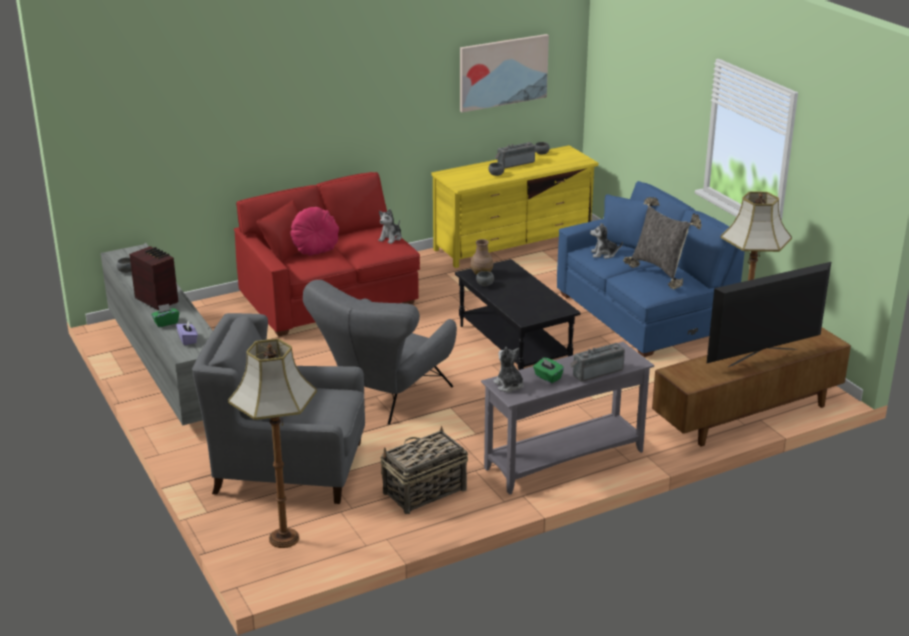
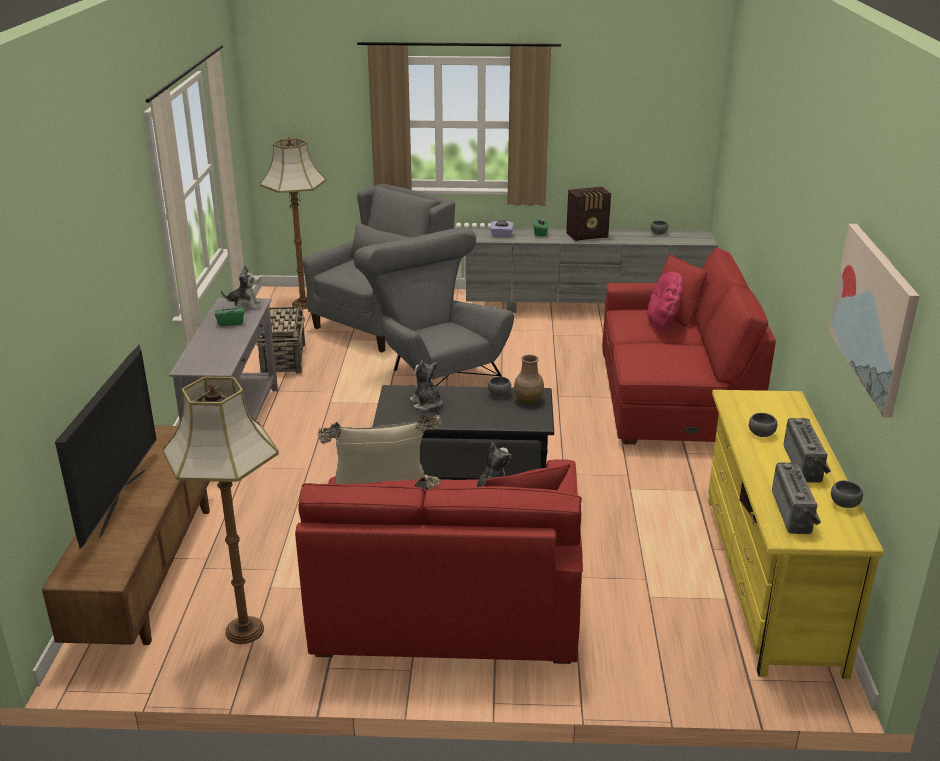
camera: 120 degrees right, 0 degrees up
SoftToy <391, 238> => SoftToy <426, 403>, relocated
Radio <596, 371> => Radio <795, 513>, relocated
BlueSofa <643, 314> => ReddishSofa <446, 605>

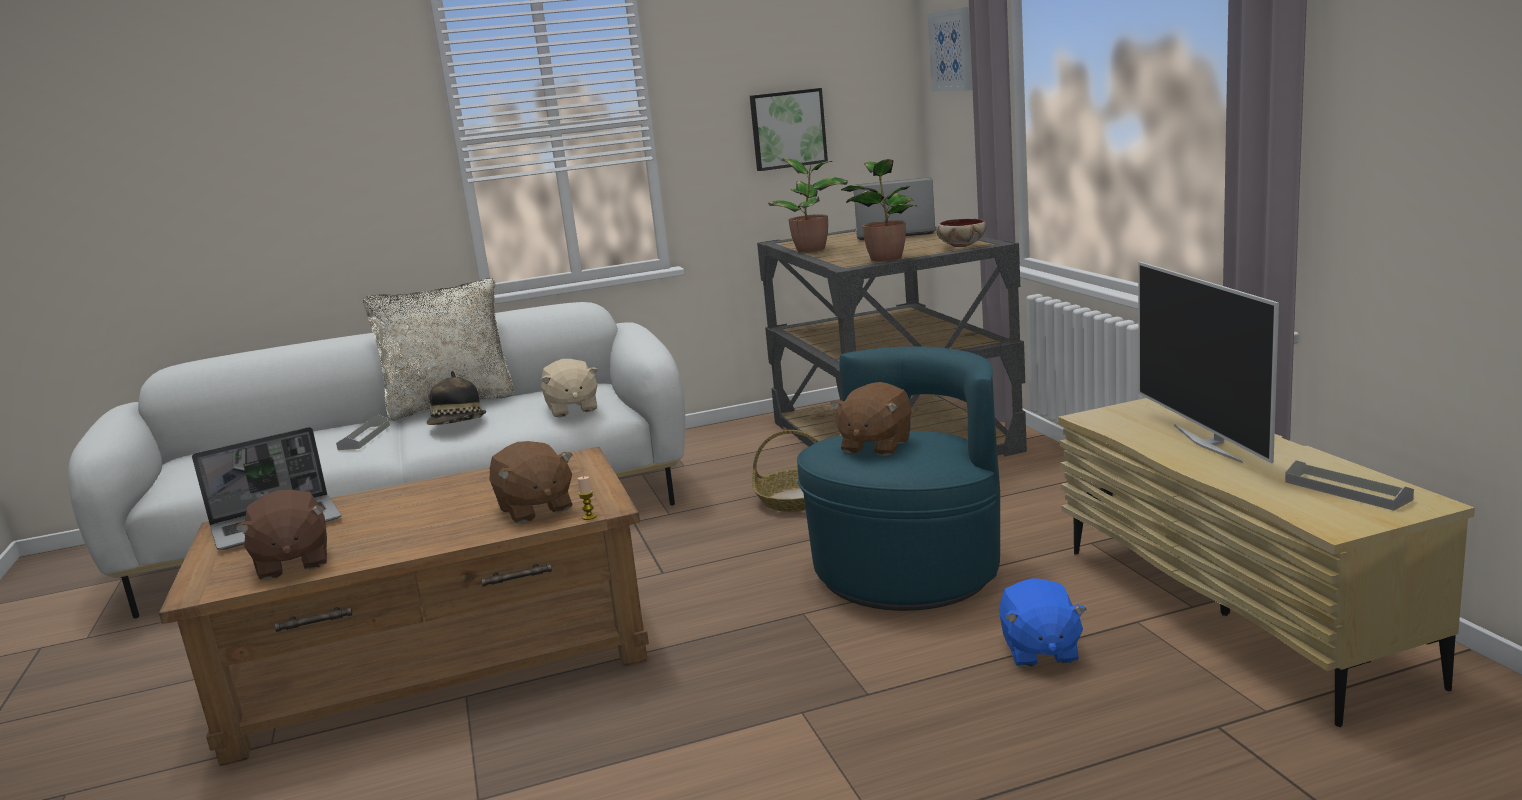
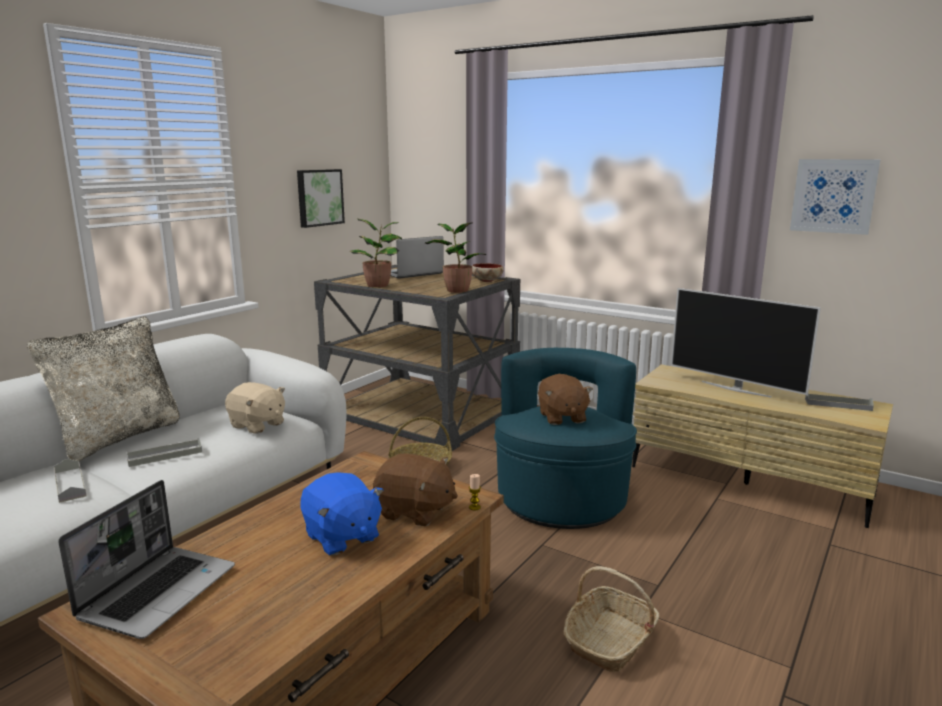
camera: 40 degrees left, 0 degrees up
BrownishSoftToy <292, 563> => nothing
nothing => HouseholdBasket <610, 641>
WallPicture <952, 50> => WallPicture <833, 196>, relocated
BlueSoftToy <1039, 651> => BlueSoftToy <341, 537>, relocated
WearableHat <458, 425> => GreyishServingTray <165, 455>

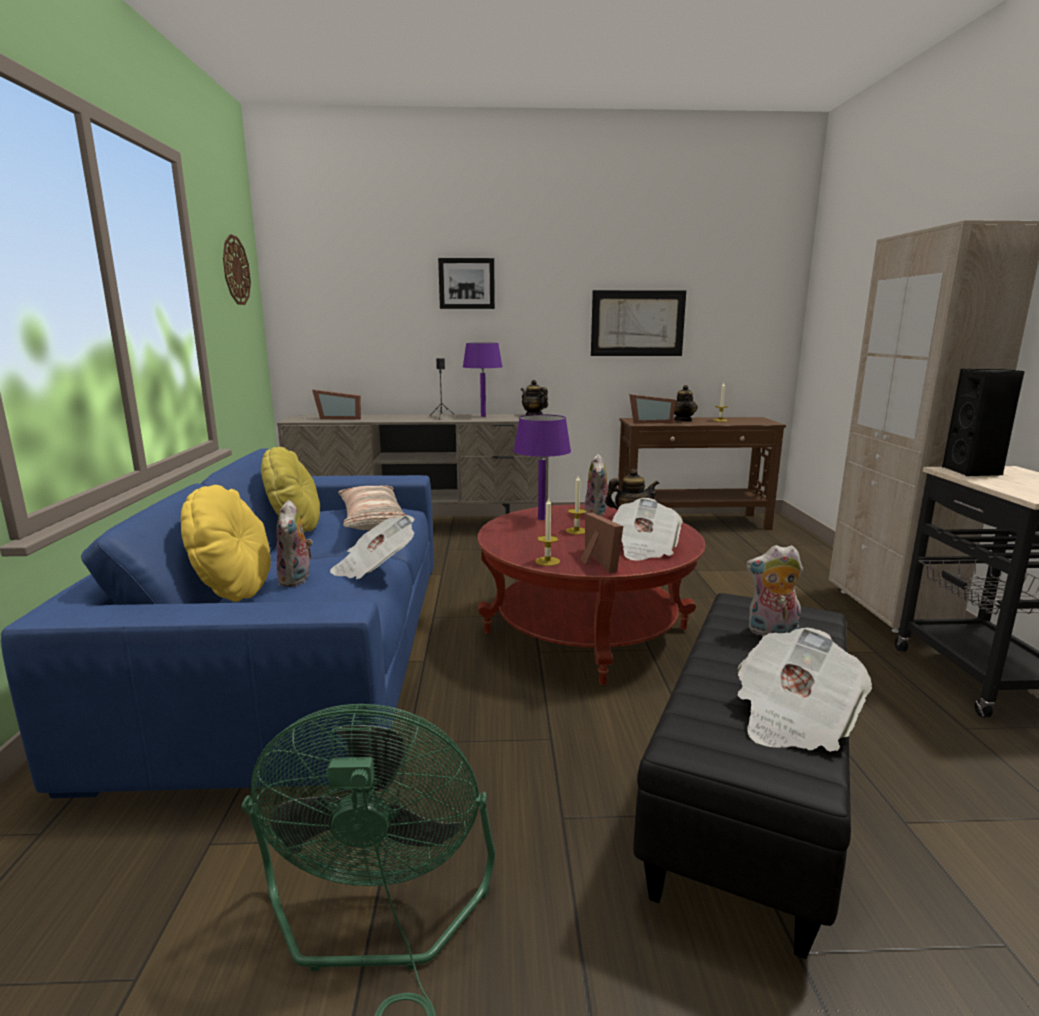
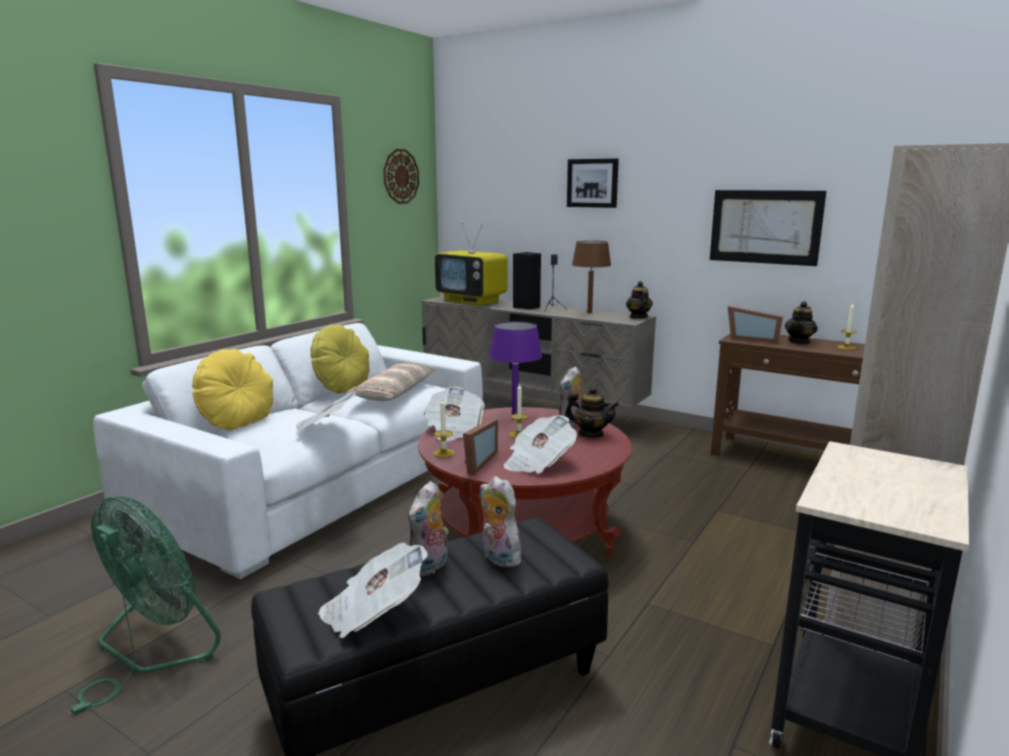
camera: 35 degrees right, 0 degrees up
nothing => PrintedPaper <454, 430>
SoftToy <297, 580> => SoftToy <430, 567>, relocated
BlackSpeaker <973, 472> => BlackSpeaker <527, 307>, relocated
PhotoFrame <339, 418> => Television <472, 301>
BlueSofa <299, 650> => WhiteColouredSofa <319, 480>
PurplishTabletopLamp <483, 416> => BrownishTabletopLamp <589, 312>

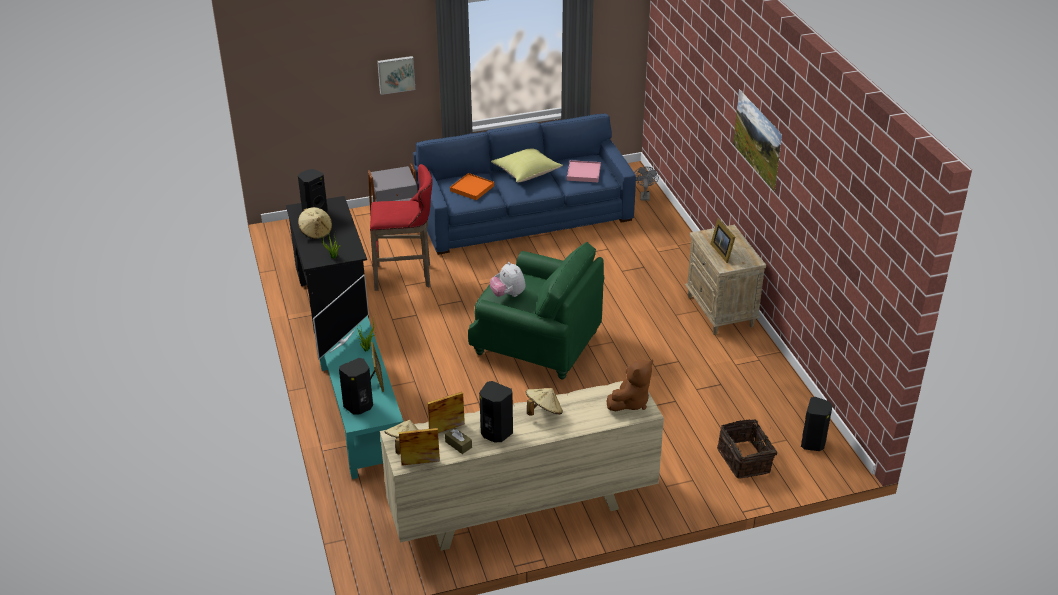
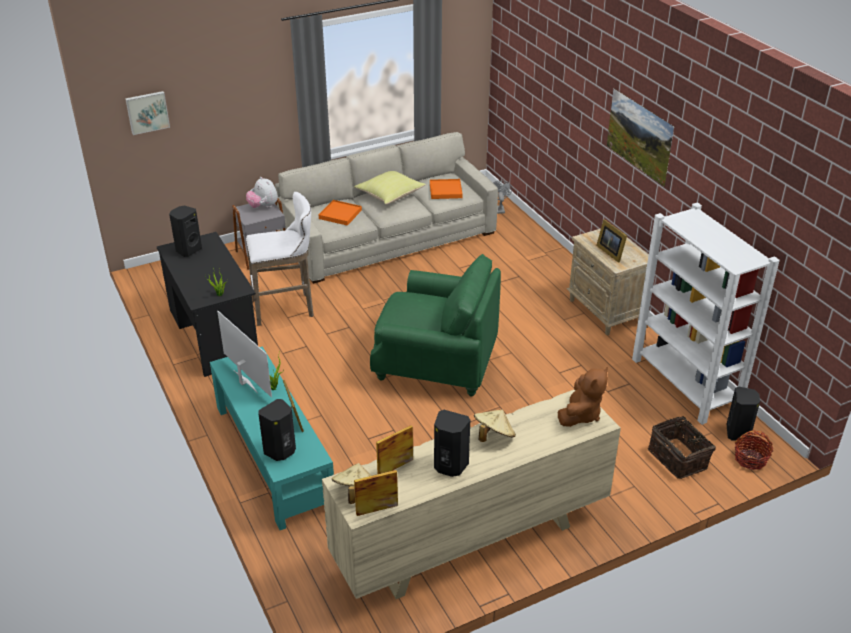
camera: 10 degrees left, 0 degrees up
SandColouredWearableHat <316, 232> => nothing
BrownishTissueHolder <458, 444> => nothing
nothing => WhiteColouredBookcase <685, 383>
nothing => HouseholdBasket <750, 459>
WallPicture <396, 74> => WallPicture <147, 112>, relocated
SoftToy <508, 294> => SoftToy <263, 206>, relocated
ReddishStoolSeat <406, 276> => WhiteColouredStoolSeat <286, 308>
BlueSofa <524, 214> => SandColouredSofa <388, 237>
PinkColouredServingTray <583, 173> => OrangeyServingTray <445, 191>
Television <341, 341> => Television <244, 382>, 60 degrees counterclockwise

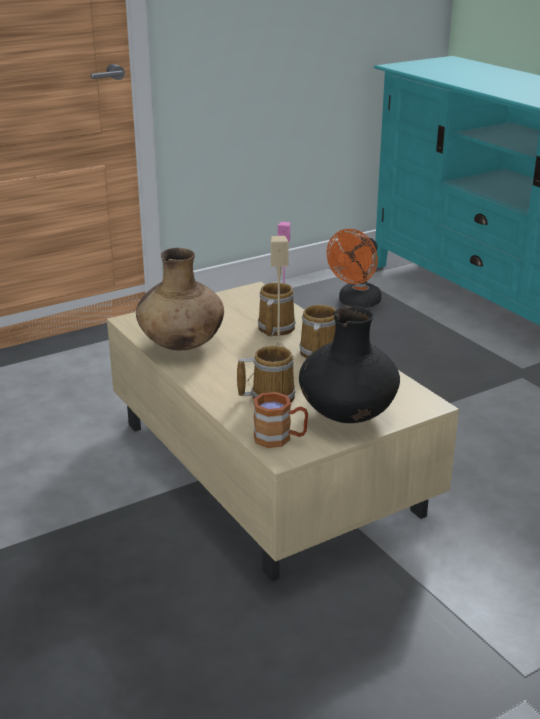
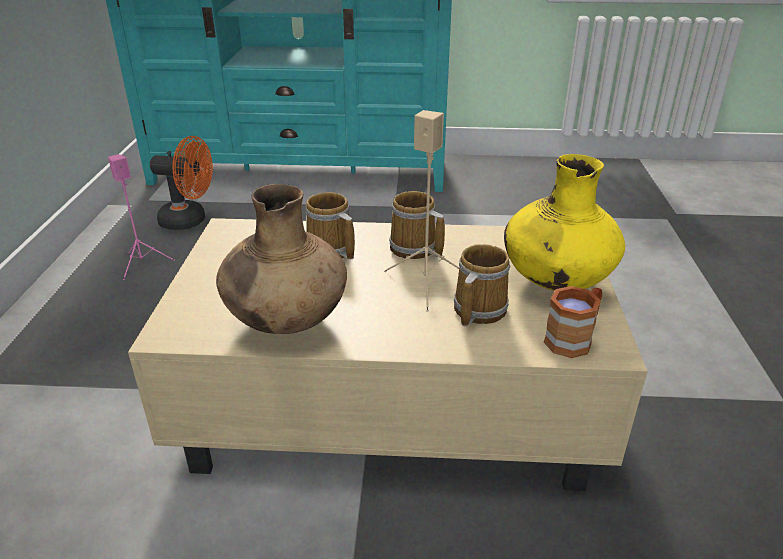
camera: 55 degrees left, 5 degrees up
BlackVase <347, 415> => YellowVase <555, 282>
OrangeyElectricFan <356, 303> => OrangeyElectricFan <190, 221>, 60 degrees counterclockwise

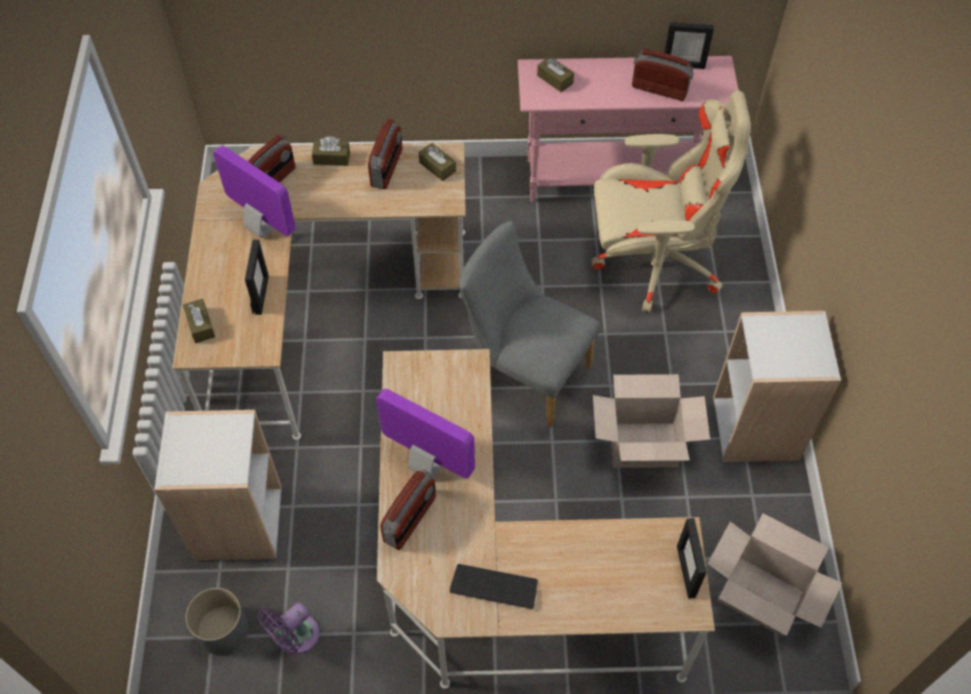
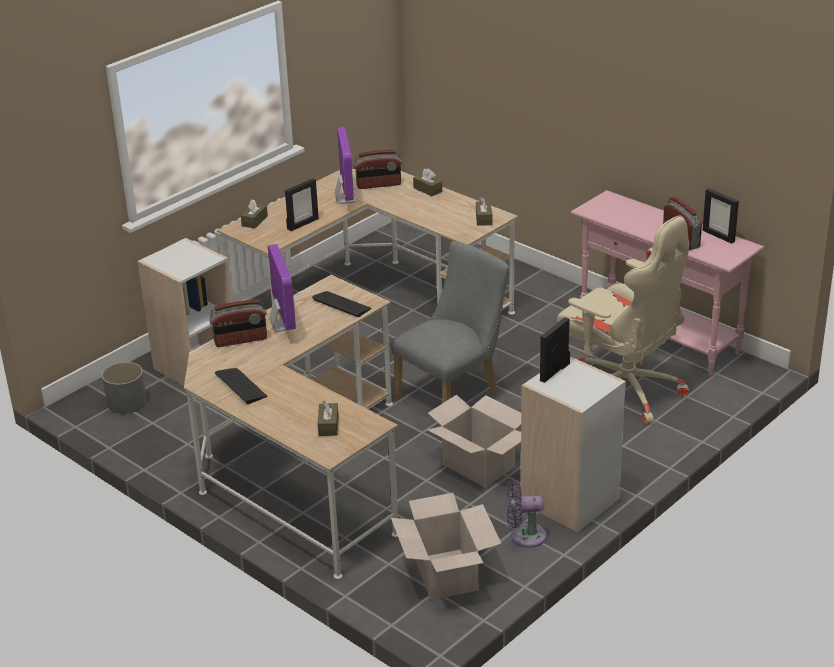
camera: 45 degrees right, 25 degrees down
Radio <387, 168> => nothing
nothing => PcKeyboard <342, 304>
PurplishElectricFan <295, 637> => PurplishElectricFan <524, 536>, relocated
BrownishTissueHolder <555, 79> => BrownishTissueHolder <328, 425>, relocated
PhotoFrame <687, 571> => PhotoFrame <555, 372>, relocated
GreyishChair <525, 372> => GreyishChair <453, 393>, 60 degrees clockwise

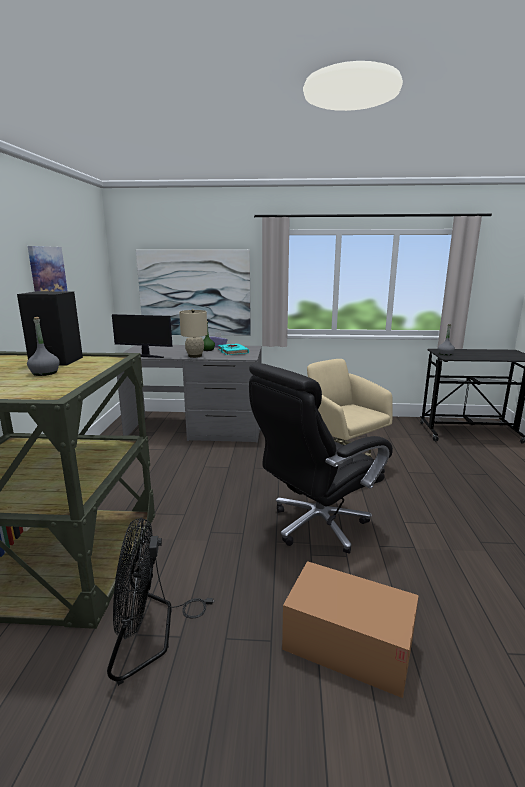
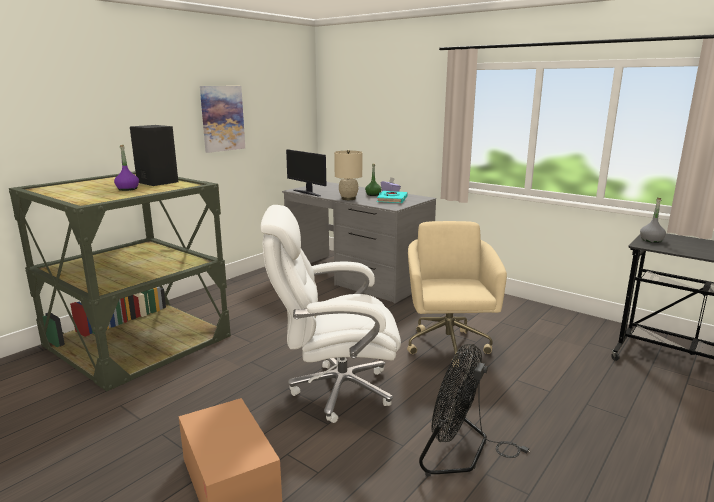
camera: 35 degrees right, 0 degrees up
WallPicture <195, 293> => nothing
BlackElectricFan <152, 626> => BlackElectricFan <465, 448>, relocated
GreyishDrinkBottle <45, 373> => PurplishDrinkBottle <127, 189>
BlackDeskChair <315, 527> => WhiteColouredDeskChair <335, 391>

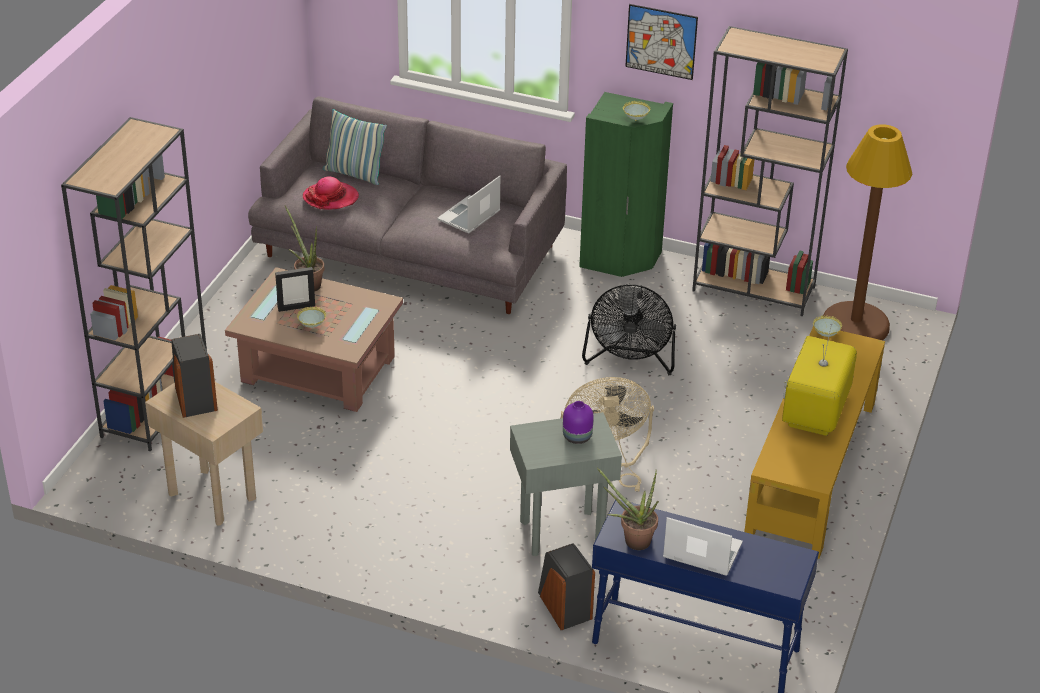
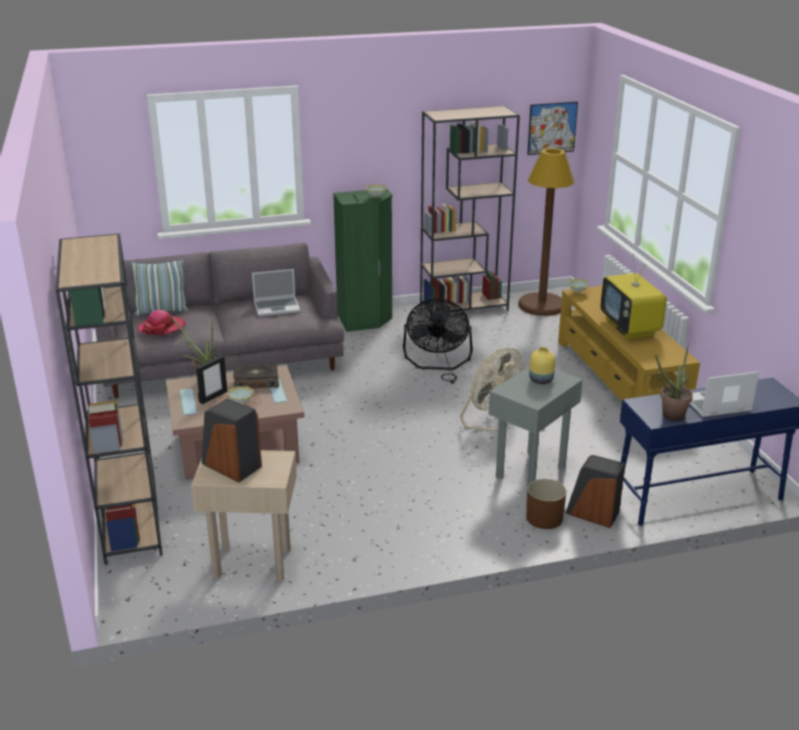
camera: 35 degrees left, 10 degrees down
nothing => Book <256, 382>
nothing => BrownishPlantPot <544, 518>
WallPicture <661, 41> => WallPicture <552, 128>, relocated
PurplishVase <576, 437> => YellowVase <540, 380>
Laptop <469, 217> => Laptop <277, 307>, 105 degrees counterclockwise
BlackElectricFan <627, 358> => BlackElectricFan <439, 365>, 150 degrees counterclockwise

